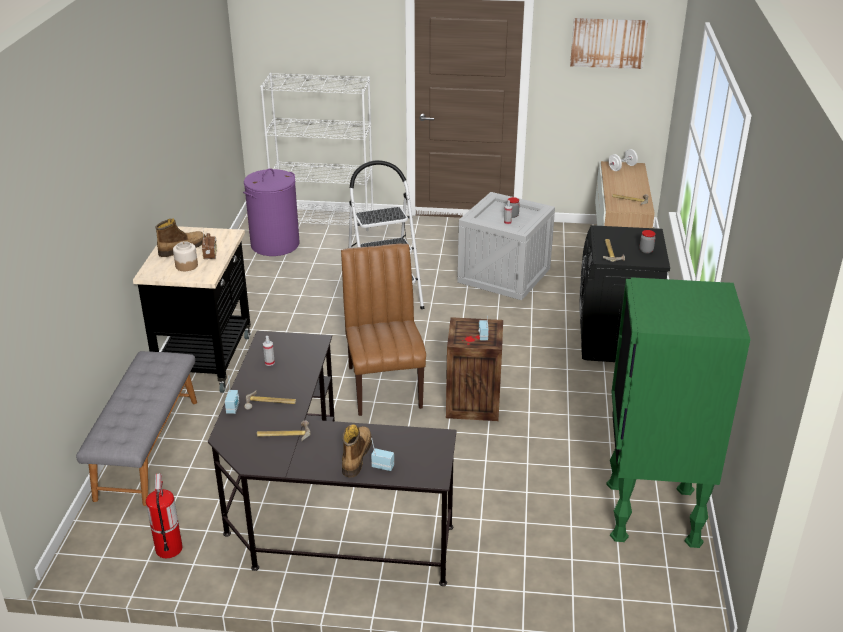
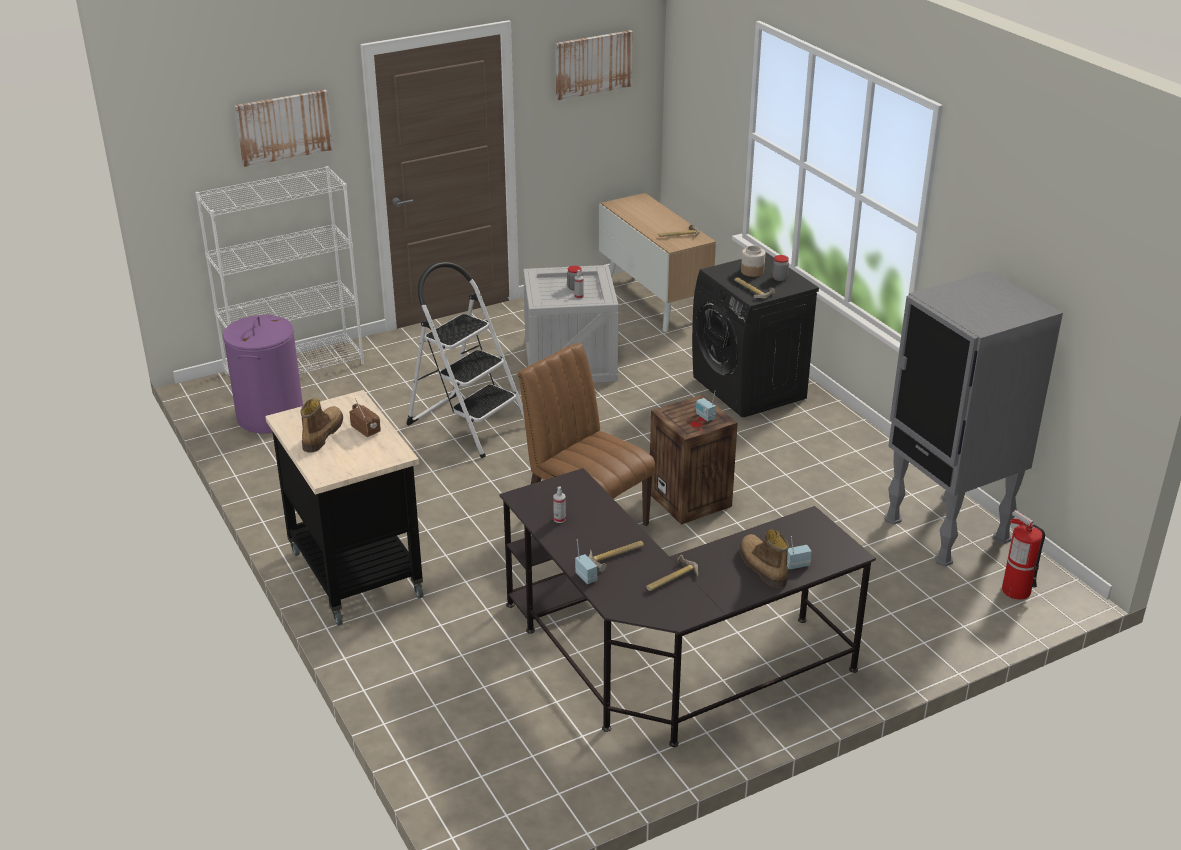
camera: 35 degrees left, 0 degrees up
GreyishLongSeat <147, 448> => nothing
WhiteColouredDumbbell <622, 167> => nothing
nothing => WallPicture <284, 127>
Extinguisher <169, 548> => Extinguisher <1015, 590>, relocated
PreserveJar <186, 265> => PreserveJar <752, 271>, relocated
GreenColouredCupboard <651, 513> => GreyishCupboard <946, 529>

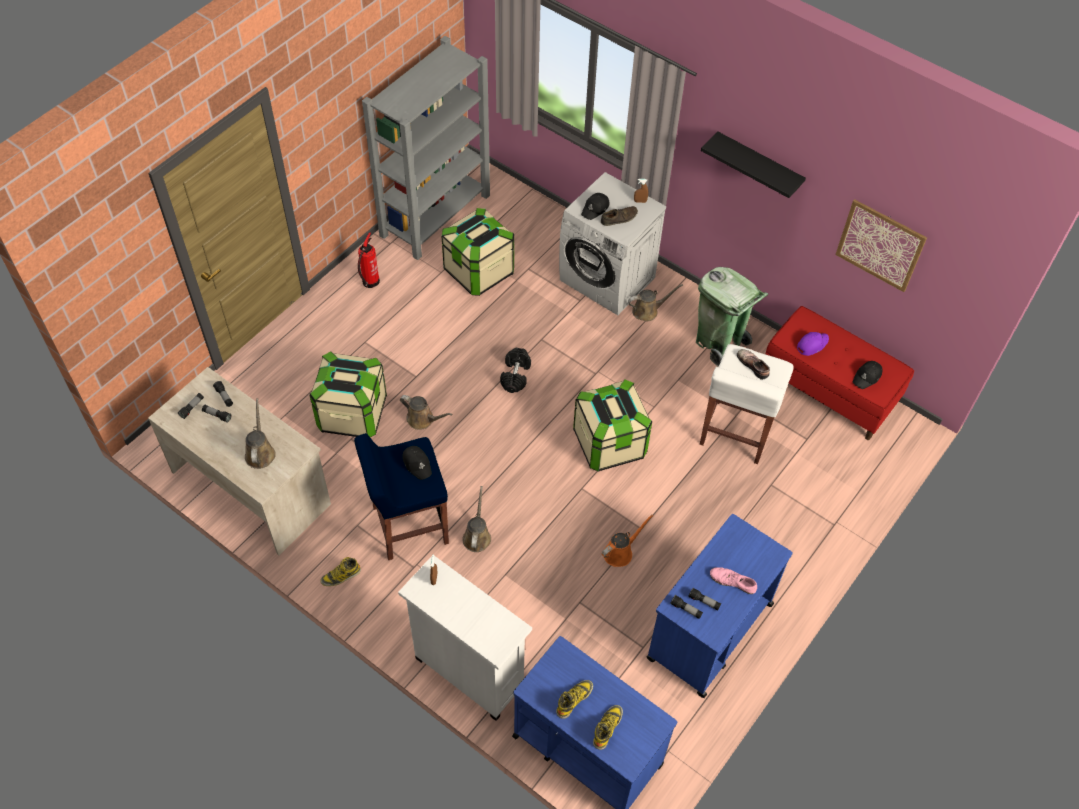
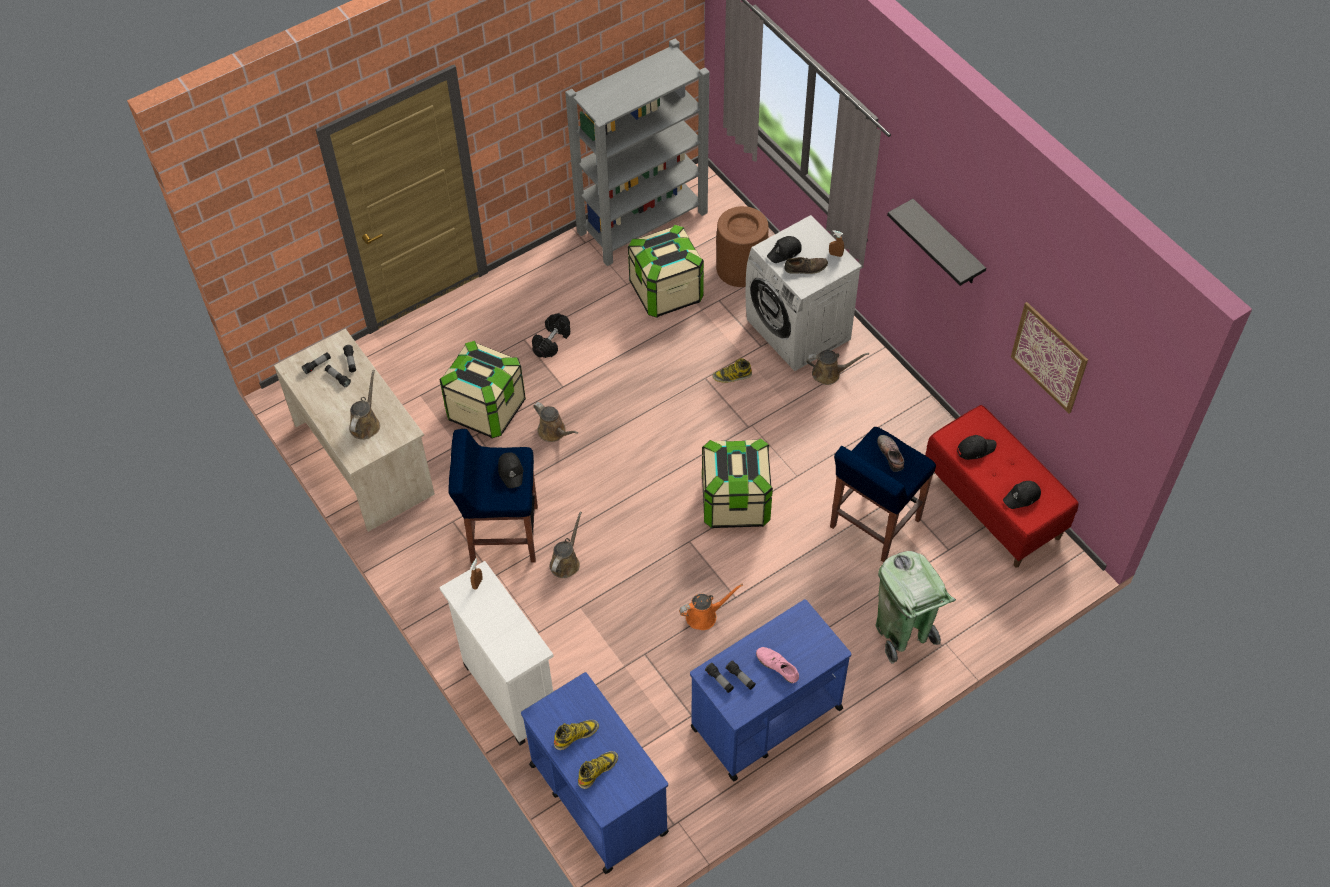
camera: 20 degrees right, 0 degrees up
Extinguisher <369, 282> => nothing
nothing => BrownishRubbishBin <741, 268>
Boot <341, 576> => Boot <732, 376>, relocated
BlackDumbbell <515, 376> => BlackDumbbell <552, 342>, relocated
GreenColouredRubbishBin <719, 342> => GreenColouredRubbishBin <903, 632>, relocated
WhiteColouredStoolSeat <736, 433> => BlueStoolSeat <874, 524>
PurplishBaseballCap <812, 345> => BlackBaseballCap <975, 449>

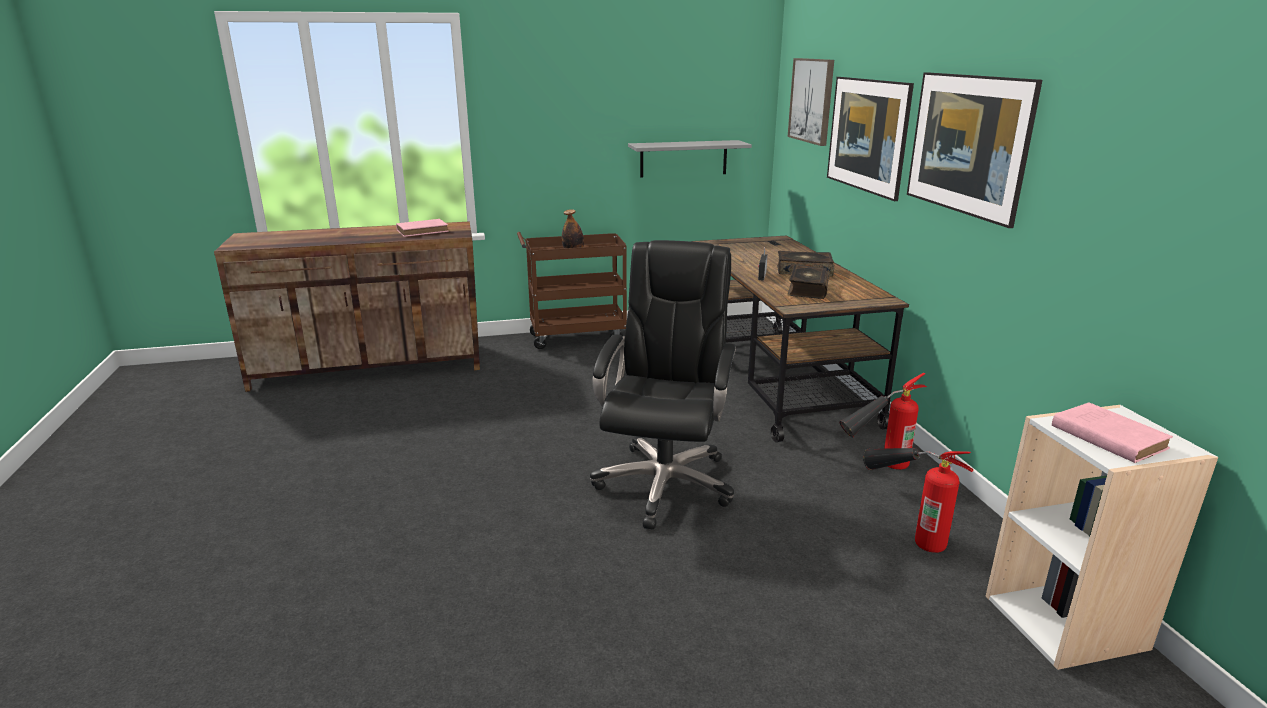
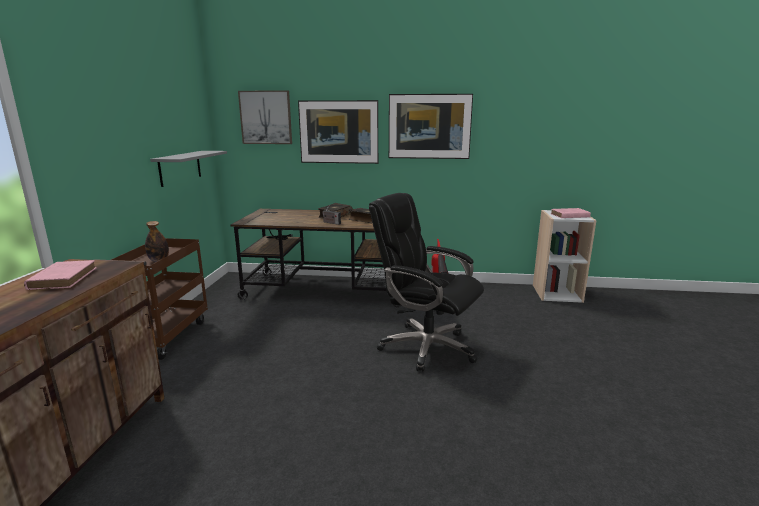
camera: 70 degrees left, 5 degrees down
Extinguisher <904, 530> => nothing

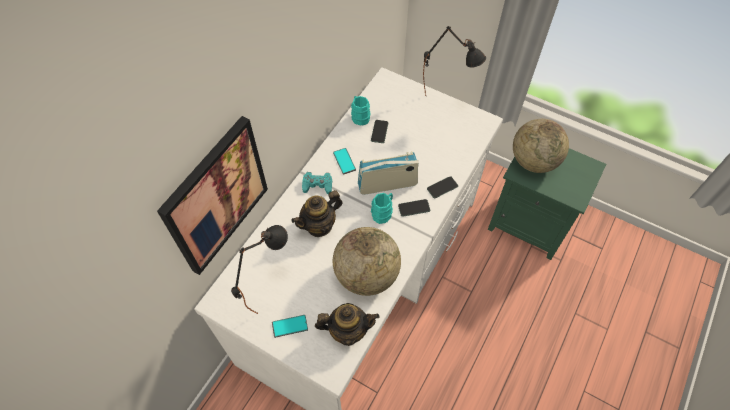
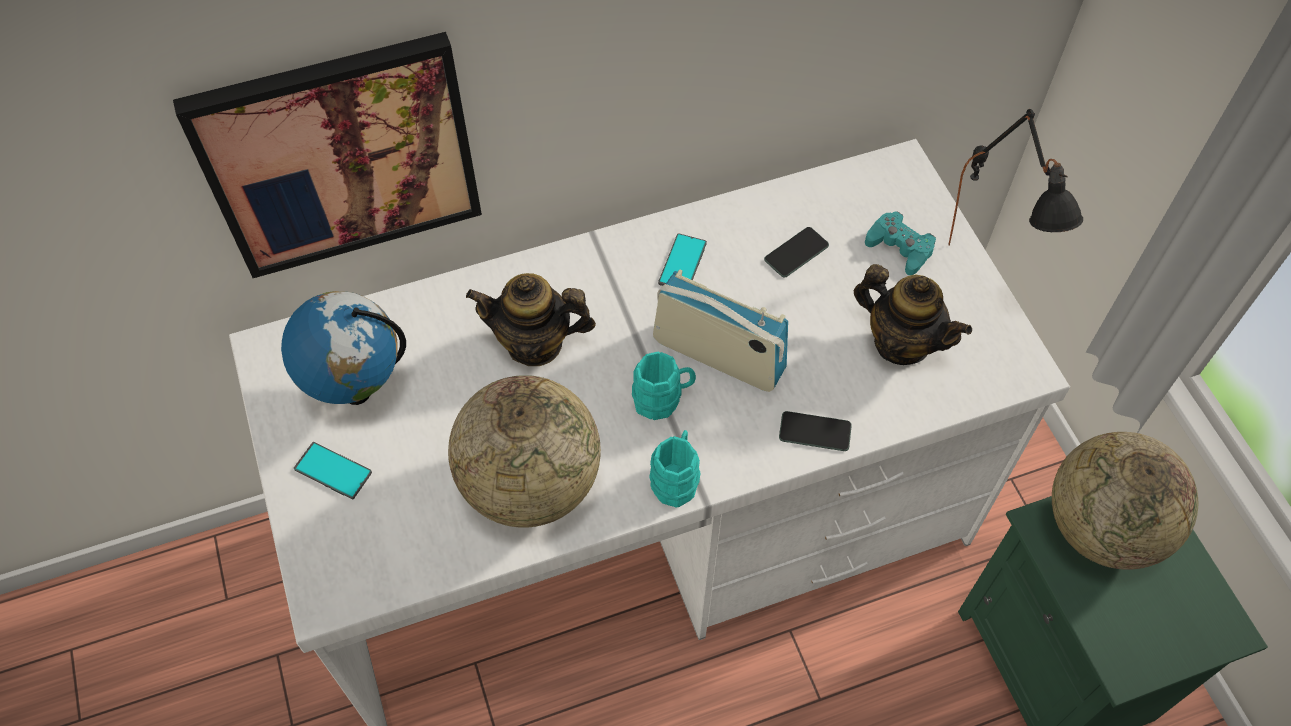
camera: 40 degrees right, 0 degrees up
Handset <414, 208> => nothing
BlueGreenGamepad <317, 185> => BlueGreenGamepad <899, 247>, relocated
Teapot <347, 331> => Teapot <901, 342>, relocated
BlueGreenTeaMug <359, 116> => BlueGreenTeaMug <676, 478>, relocated
BlackTabletopLamp <268, 290> => DeskGlobe <356, 389>

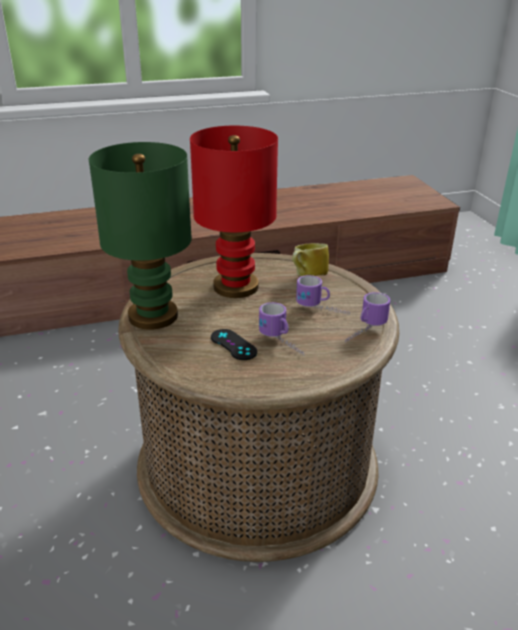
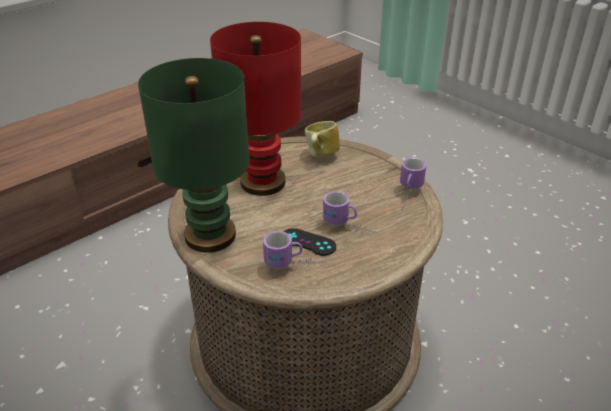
camera: 25 degrees left, 5 degrees up
TeaMug <322, 310> => TeaMug <295, 265>, relocated

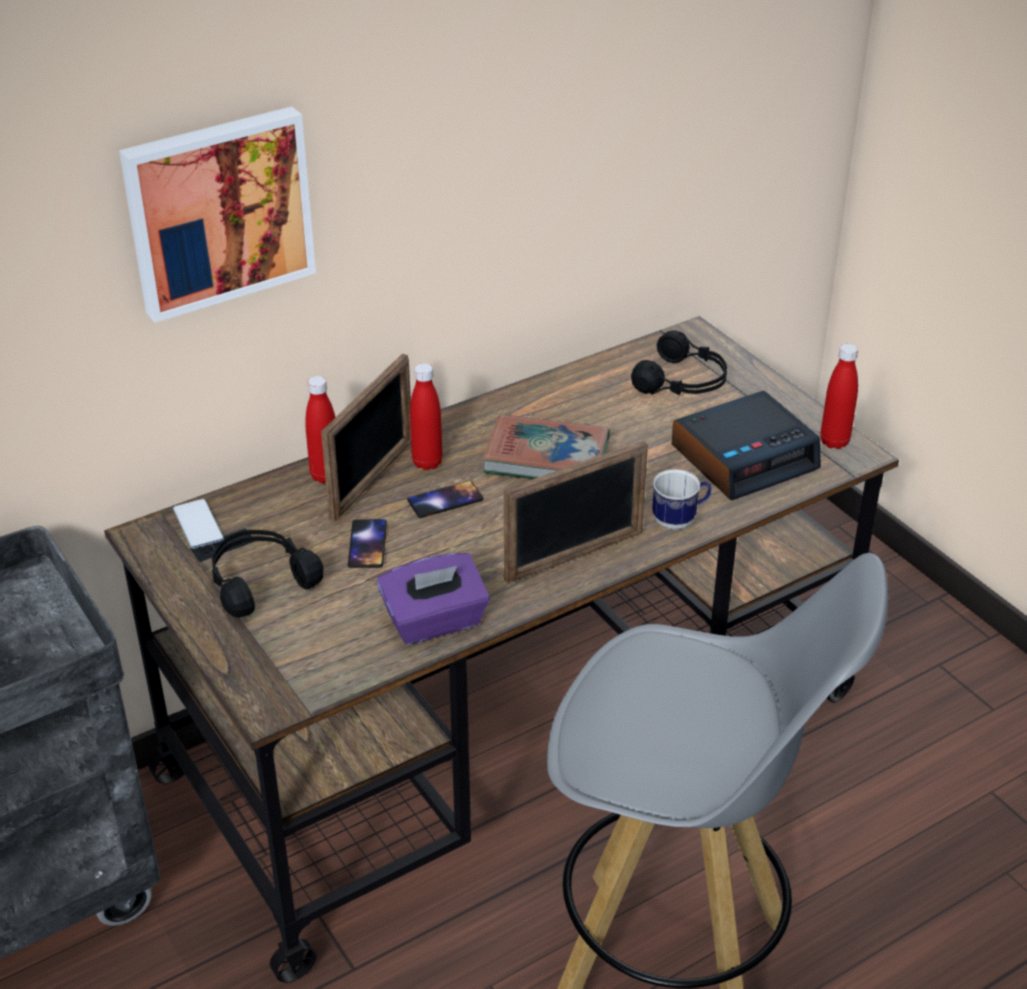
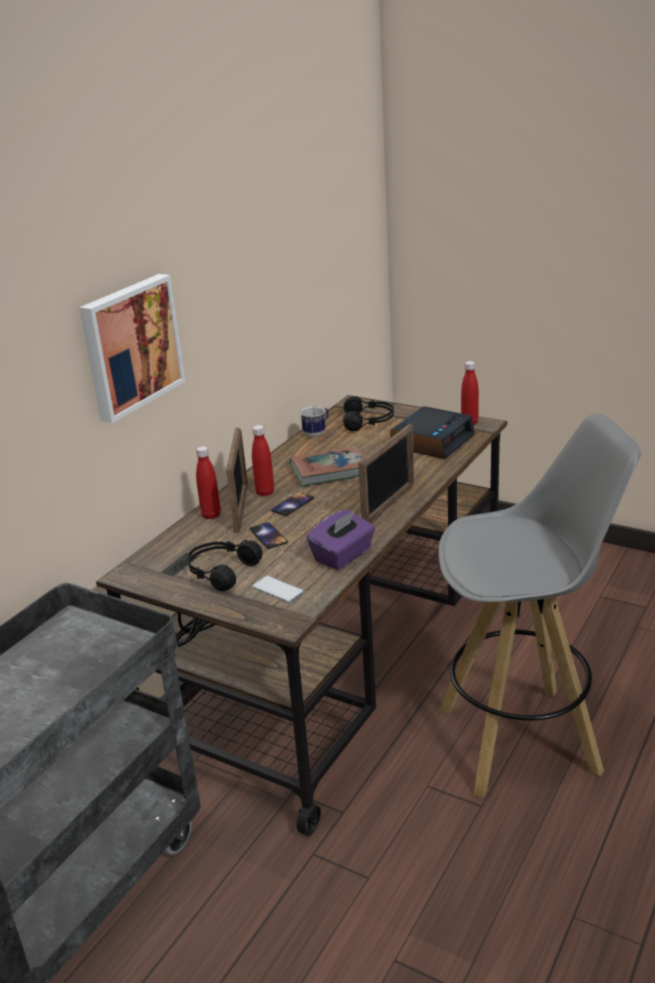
camera: 25 degrees left, 10 degrees down
Handset <198, 524> => Handset <278, 589>, relocated
TeaMug <680, 520> => TeaMug <317, 433>, relocated

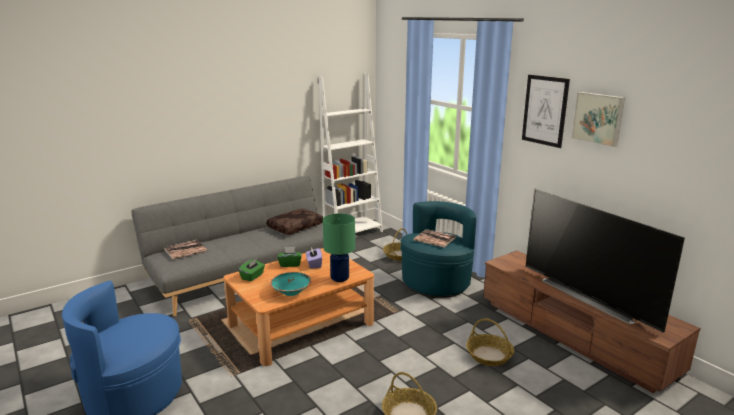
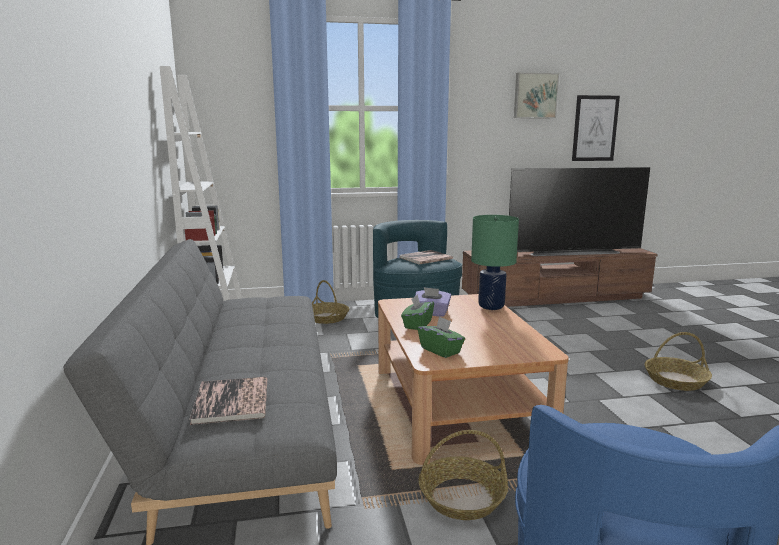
camera: 65 degrees left, 5 degrees down
BrownishThrowPillow <295, 227> => nothing
BlueGreenServingBowl <291, 292> => nothing
HouseholdBasket <489, 355> => HouseholdBasket <462, 497>, relocated
WallPicture <545, 110> => WallPicture <595, 128>, relocated

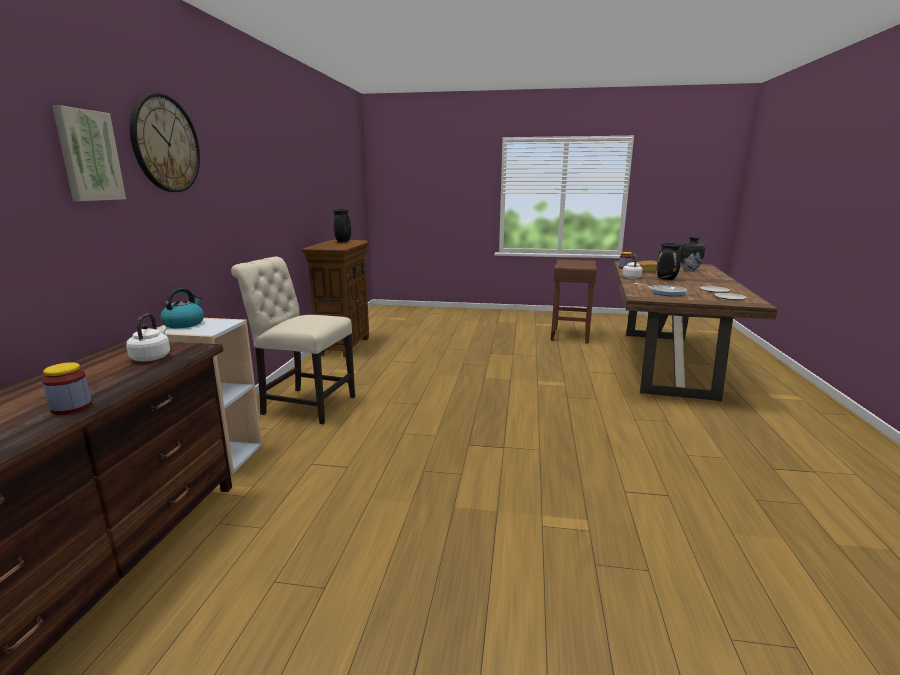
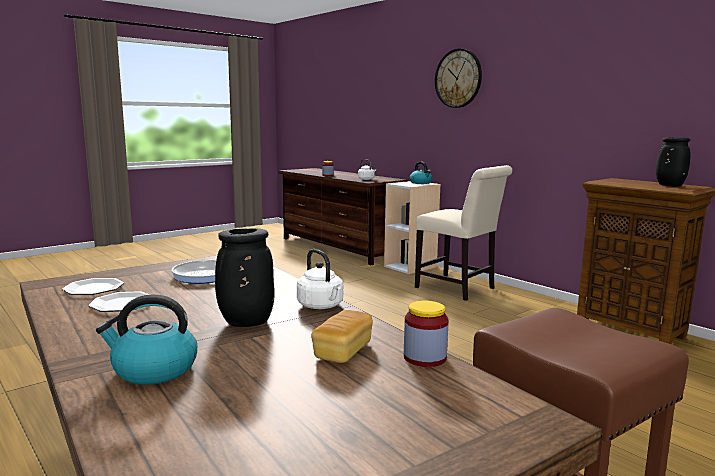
camera: 130 degrees right, 5 degrees down
WallPicture <88, 156> => nothing
Vase <689, 270> => nothing
nothing => TeaKettle <153, 370>
SandColouredChair <304, 404> => SandColouredChair <459, 289>, 75 degrees clockwise

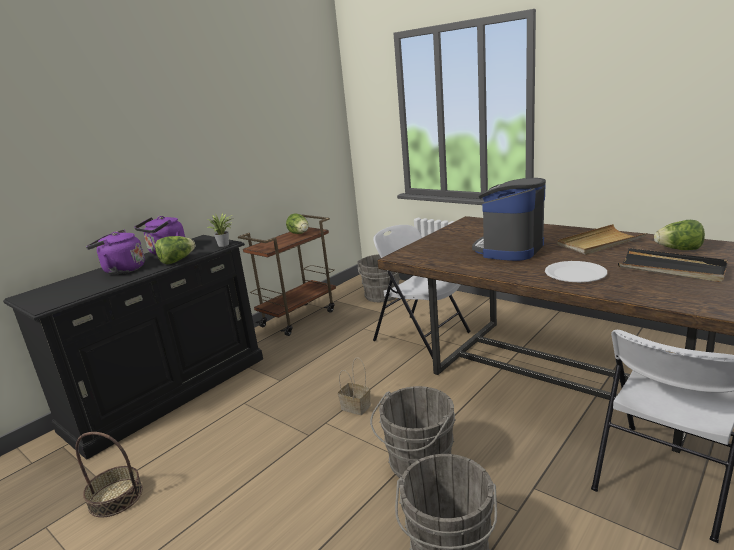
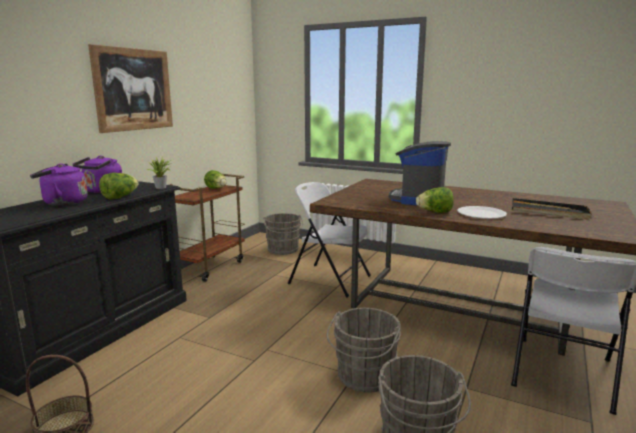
camera: 15 degrees left, 5 degrees down
HouseholdBasket <357, 407> => nothing
SandColouredServingTray <600, 242> => nothing
nothing => WallPicture <133, 89>
Lettuce <678, 249> => Lettuce <435, 212>, relocated

